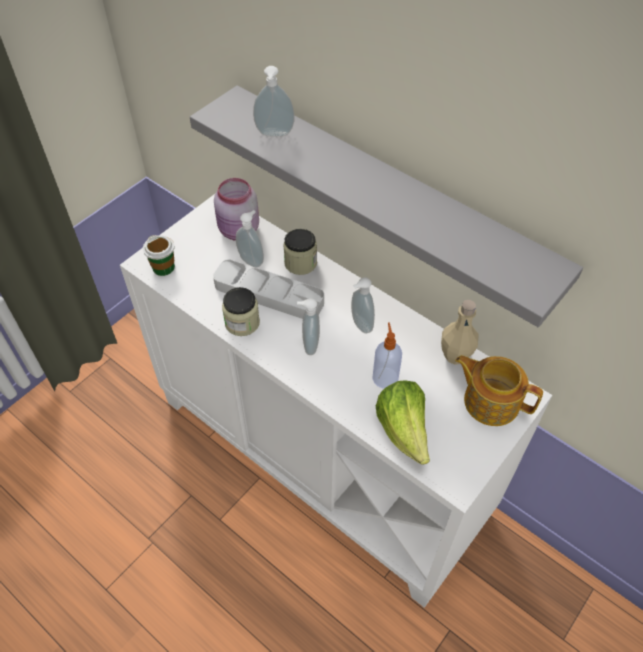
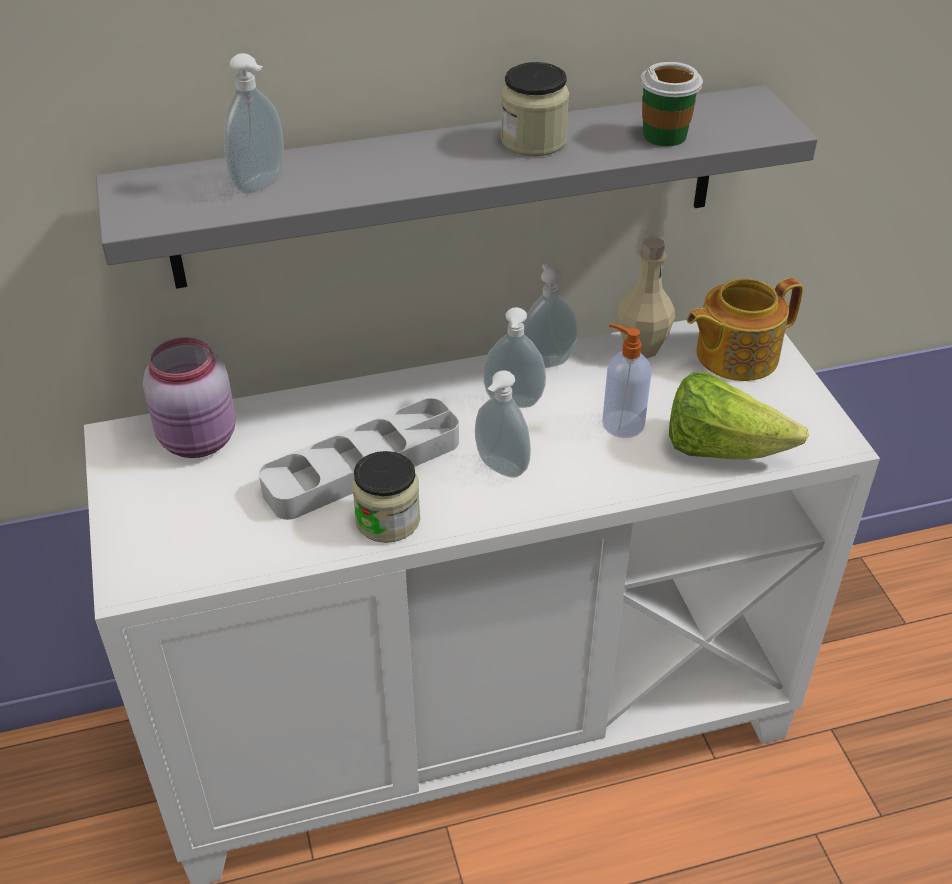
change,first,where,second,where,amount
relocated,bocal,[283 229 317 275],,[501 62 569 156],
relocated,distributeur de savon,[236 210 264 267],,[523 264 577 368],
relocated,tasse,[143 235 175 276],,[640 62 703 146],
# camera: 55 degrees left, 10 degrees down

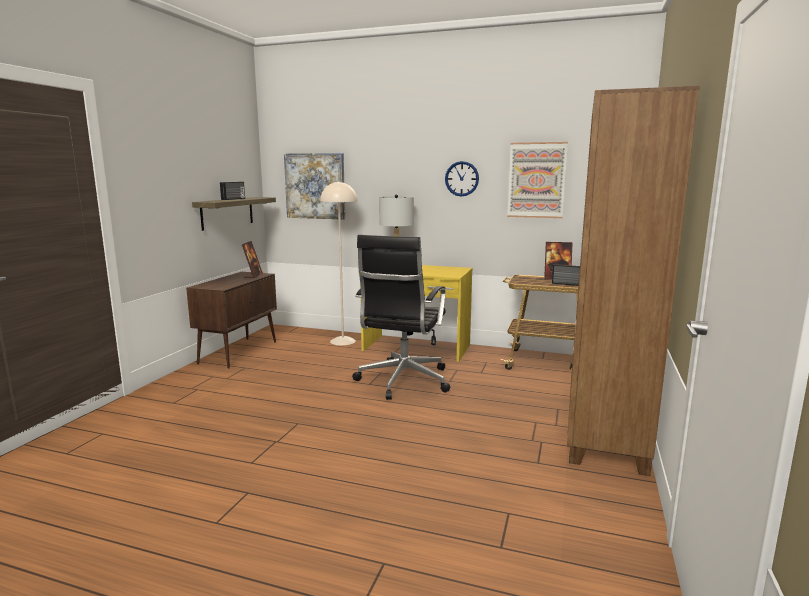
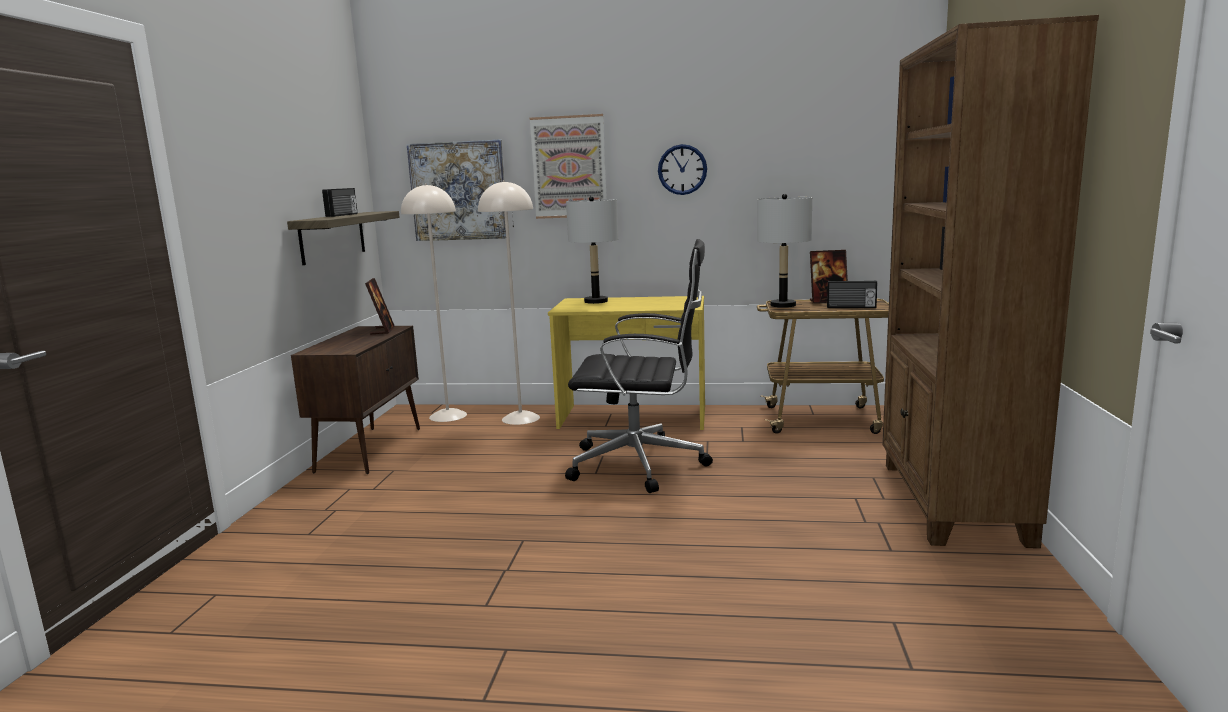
change,first,where,second,where,amount
appeared,,,lampadaire (beige),[401 184 467 422],
relocated,tableau,[507 142 568 218],,[530 114 607 219],
spun,chaise de bureau (noir),[352 235 450 400],,[565 239 713 493],90 degrees counterclockwise
appeared,,,lampe de table (gris),[757 194 812 308],
# camera: 10 degrees left, 0 degrees up

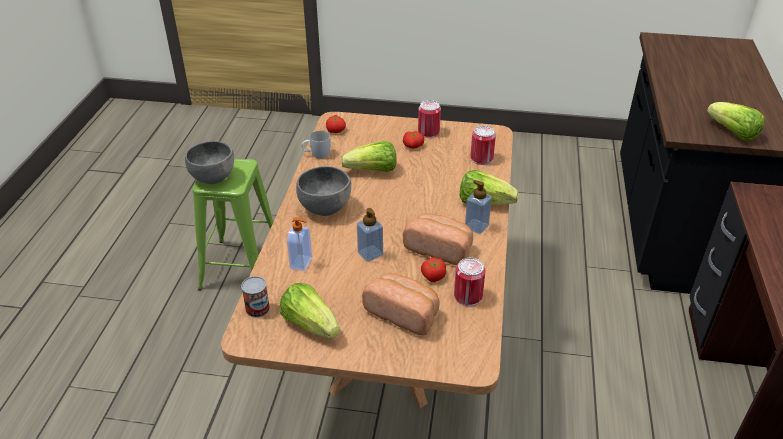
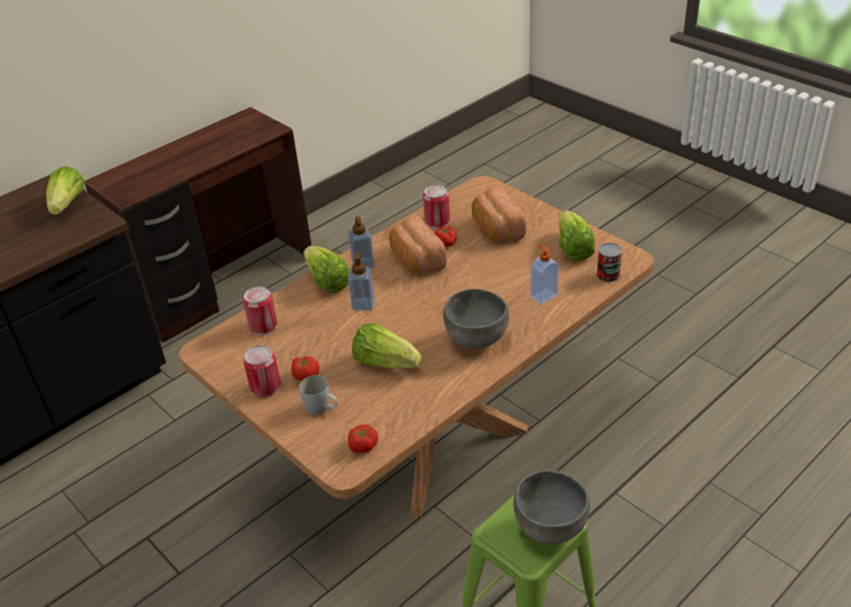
change,first,where,second,where,amount
relocated,mug (blanc),[302 130 331 159],,[299 375 338 415],
relocated,distributeur de savon,[357 208 383 262],,[348 252 374 311],
# camera: 140 degrees left, 0 degrees up

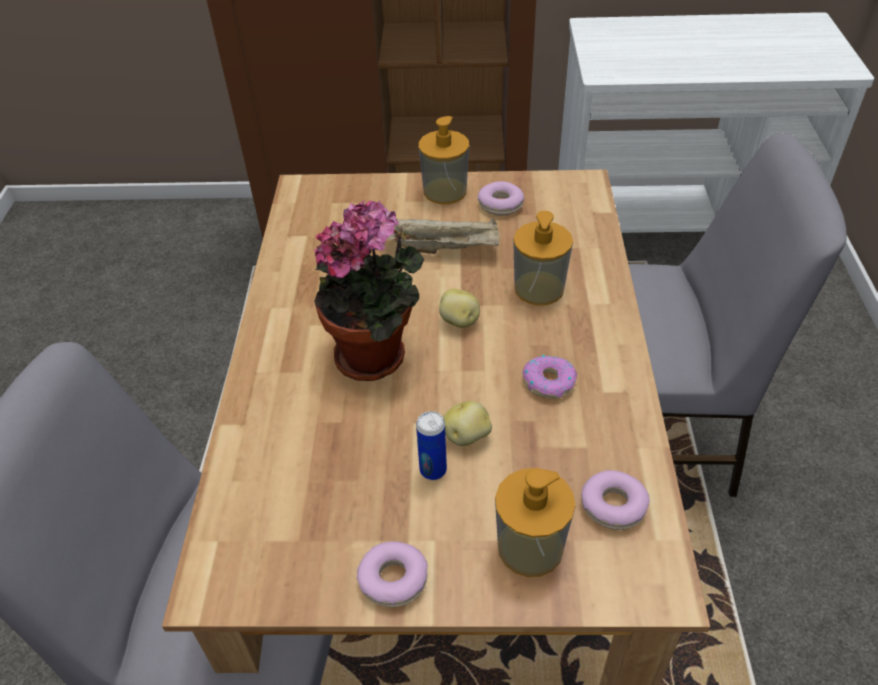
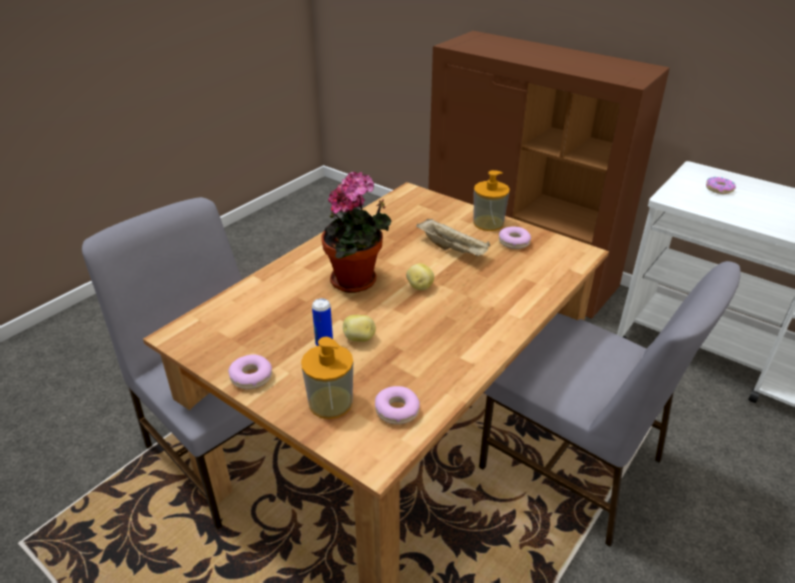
change,first,where,second,where,amount
relocated,beignet,[523 355 577 399],,[706 177 736 194],
missing,distributeur de savon,[513 211 573 306],,,
# camera: 35 degrees right, 10 degrees down

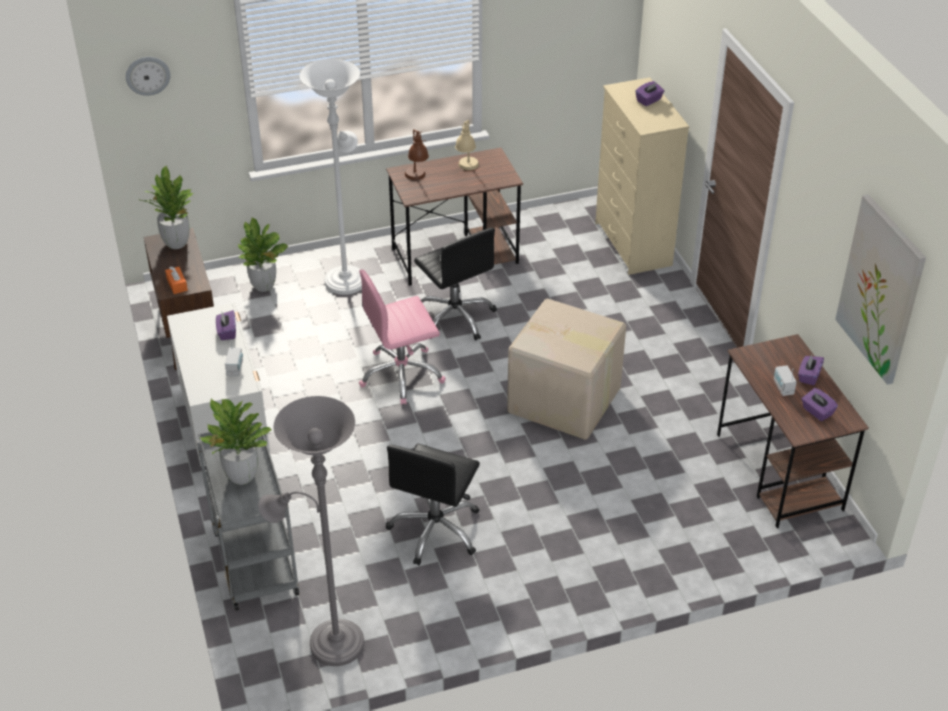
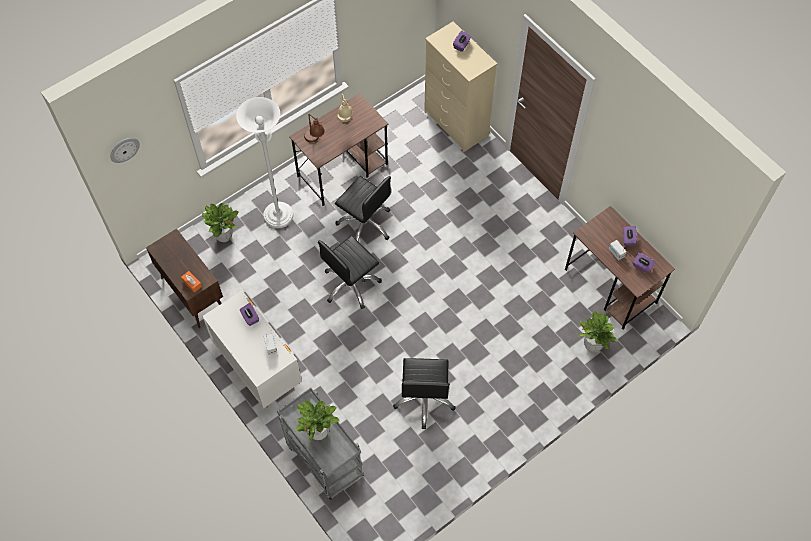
change,first,where,second,where,amount
colour,chaise de bureau (rose),[359 269 446 405],chaise de bureau (noir),[318 236 382 309],
relocated,plante en pot,[141 166 194 249],,[579 310 617 352],
missing,lampadaire (gris),[258 396 364 666],,,
missing,carton,[507 298 626 440],,,
missing,tableau,[835 194 926 385],,,
# camera: 20 degrees left, 20 degrees up

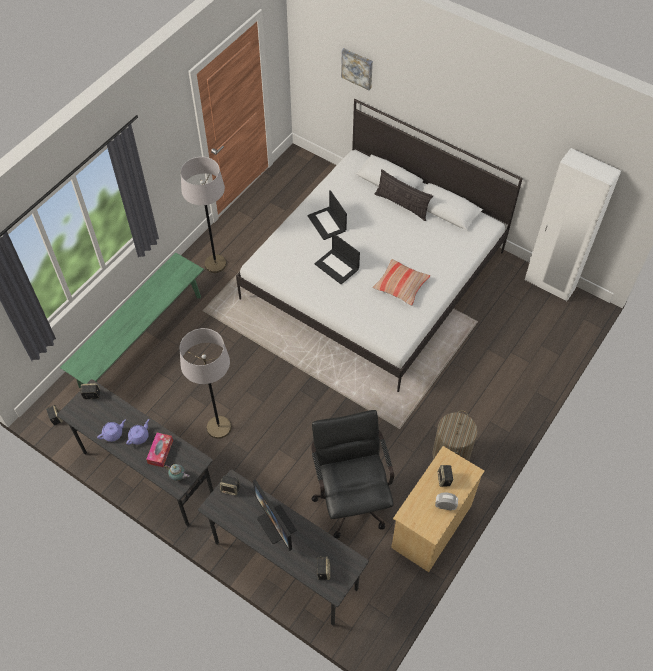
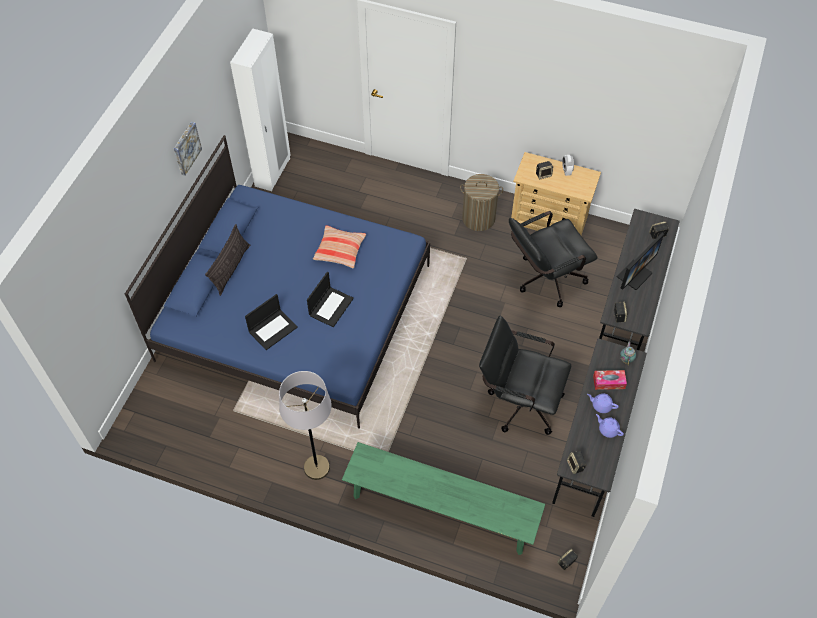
change,first,where,second,where,amount
colour,lit (blanc),[236 99 523 392],lit (bleu),[125 135 430 429],
relocated,tableau,[341 48 373 90],,[174 122 202 175],
exchanged,lampadaire (gris),[180 328 232 439],chaise de bureau (noir),[479 316 571 435],
# camera: 105 degrees left, 0 degrees up

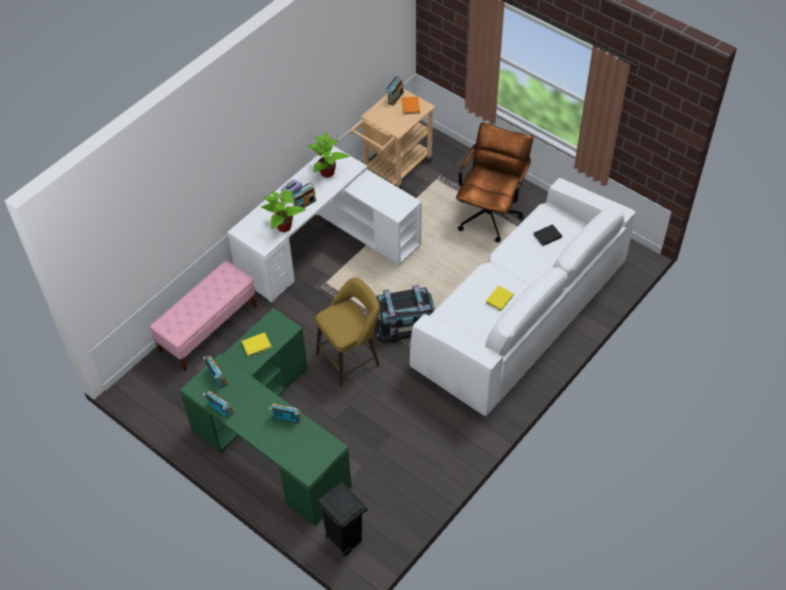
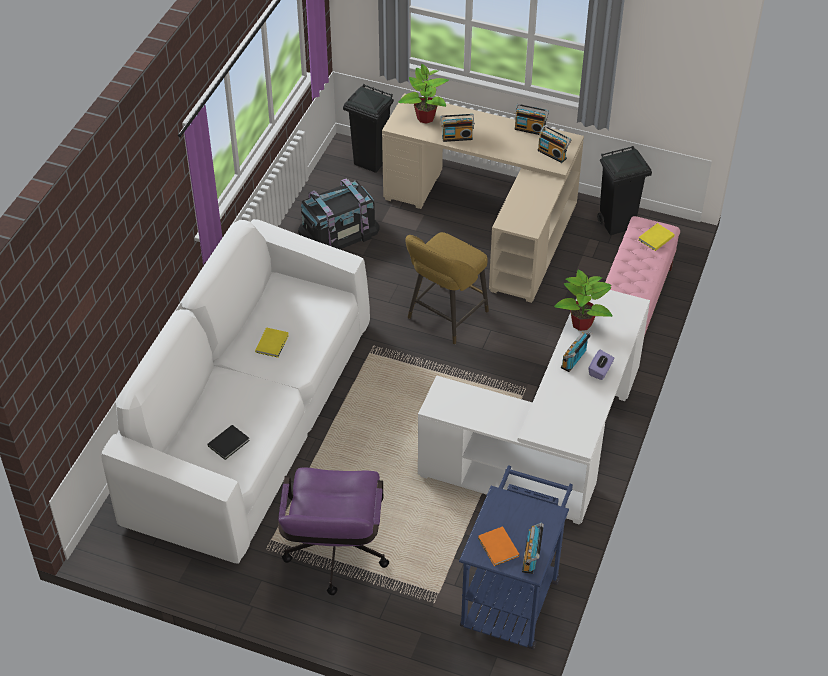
change,first,where,second,where,amount
colour,chaise de bureau (marron),[456 123 533 243],chaise de bureau (violet),[278 468 389 595],
relocated,boîte de rangement (noir),[375 285 435 343],,[298 178 380 249],
colour,bureau (vert),[180 308 352 526],bureau (beige),[382 93 584 303],
relocated,plante en pot,[307 132 350 178],,[398 64 449 124],
colour,chariot (beige),[350 89 436 189],chariot (bleu),[459 465 573 649],
appeared,,,poubelle (noir),[597 146 652 235],
relocated,livre (jaune),[241 332 272 357],,[638 223 675 251],
# camera: 160 degrees right, 5 degrees down

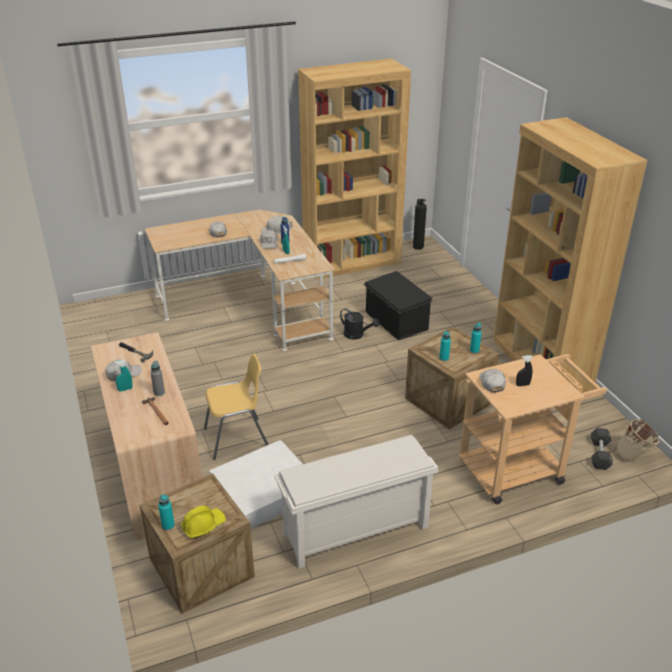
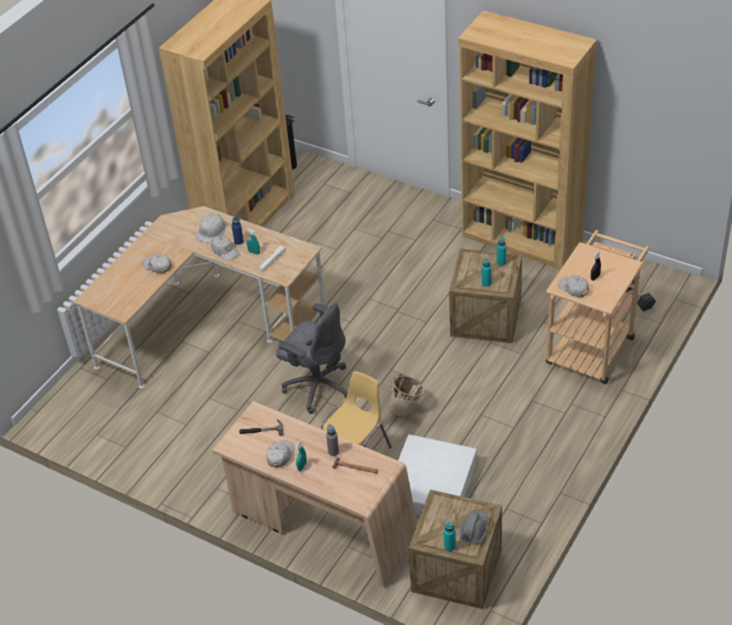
change,first,where,second,where,amount
appeared,,,chaise de bureau (gris),[276 303 348 414],
relocated,seau (beige),[616 419 660 462],,[389 374 424 418],
colour,casque de chantier (jaune),[181 506 226 539],casque de chantier (gris),[460 511 488 543],
missing,étagère à chaussures (blanc),[274 435 438 569],,,
missing,arrosoir (noir),[340 309 379 340],,,
missing,boîte de rangement (noir),[363 271 433 340],,,
# camera: 35 degrees left, 10 degrees up

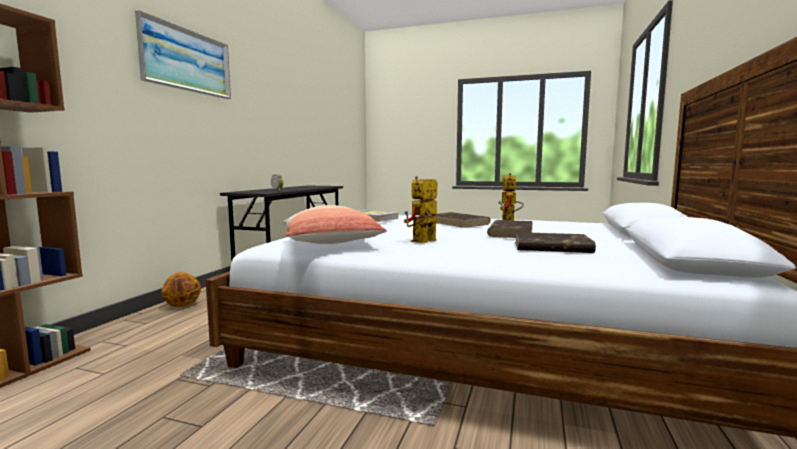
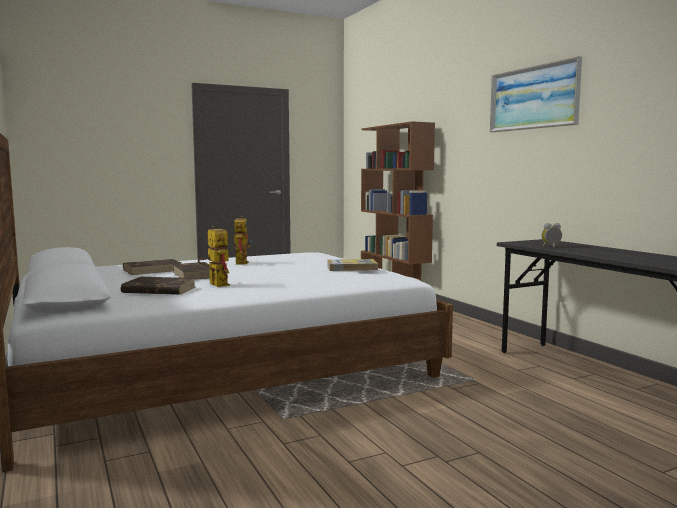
change,first,where,second,where,amount
relocated,livre (marron),[430 212 491 228],,[121 277 195 295],
missing,ballon de basket,[161 272 201 307],,,
missing,coussin,[282 205 387 244],,,
# camera: 135 degrees right, 0 degrees up

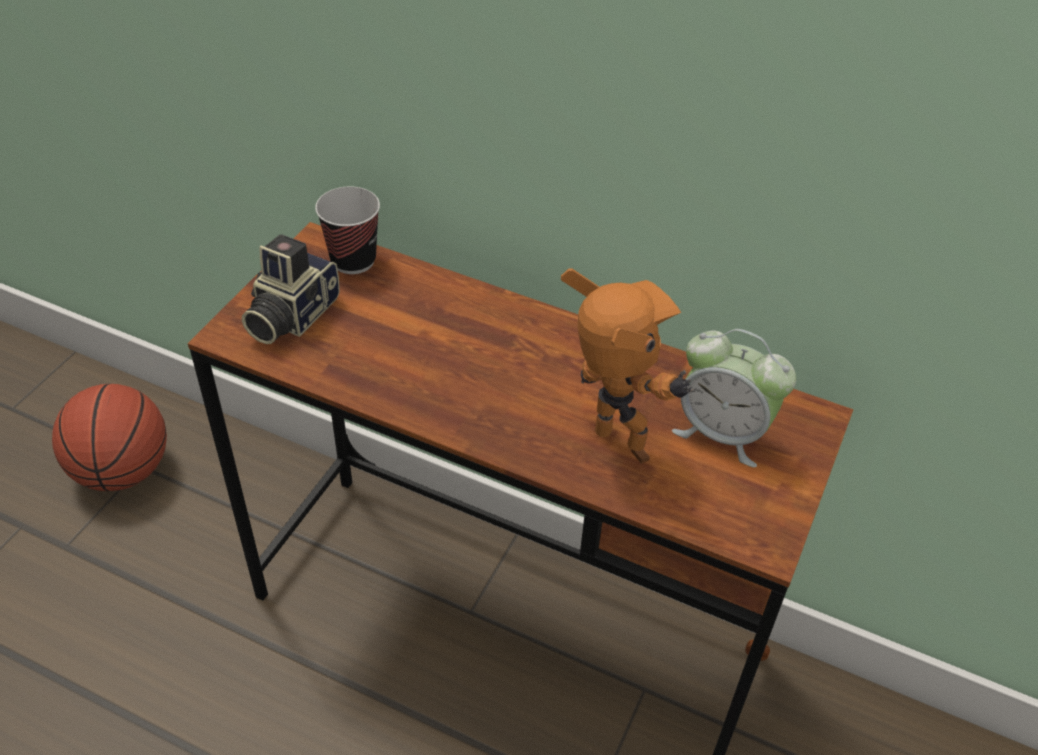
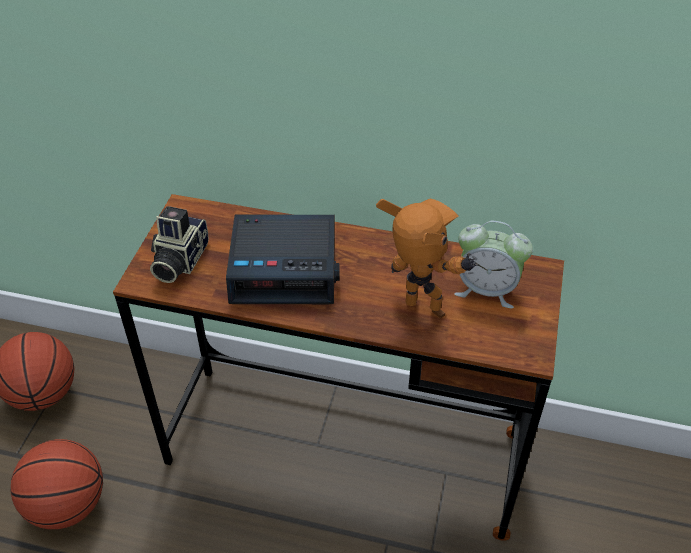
change,first,where,second,where,amount
appeared,,,ballon de basket,[11 439 103 529],
appeared,,,réveil,[226 215 340 304],
missing,tasse,[315 187 380 274],,,
# camera: 10 degrees left, 0 degrees up

